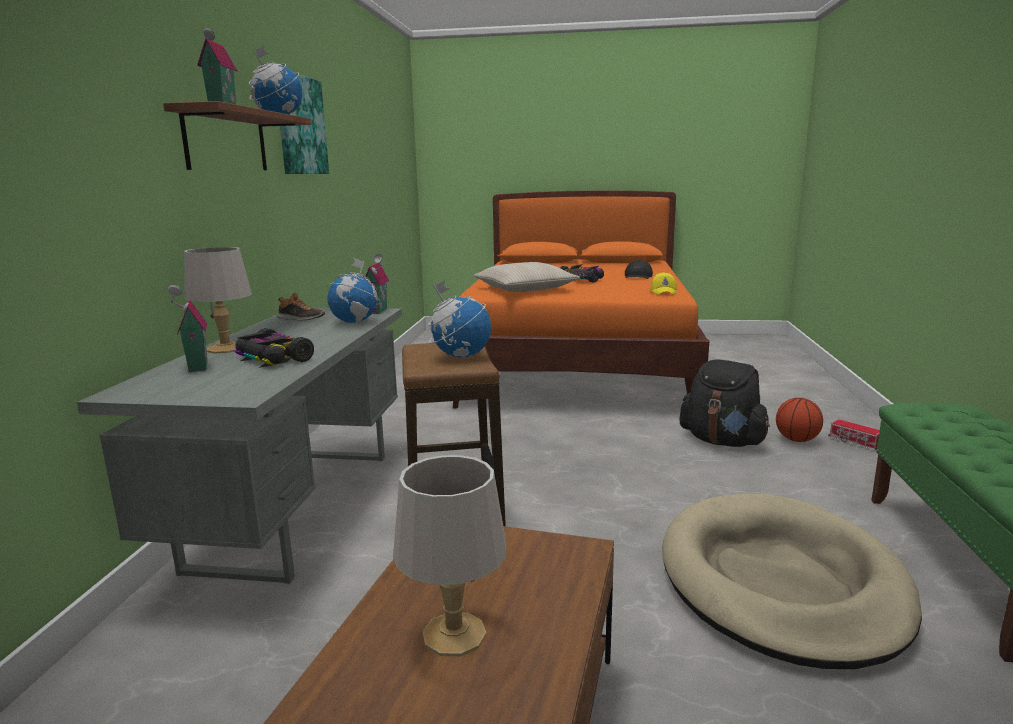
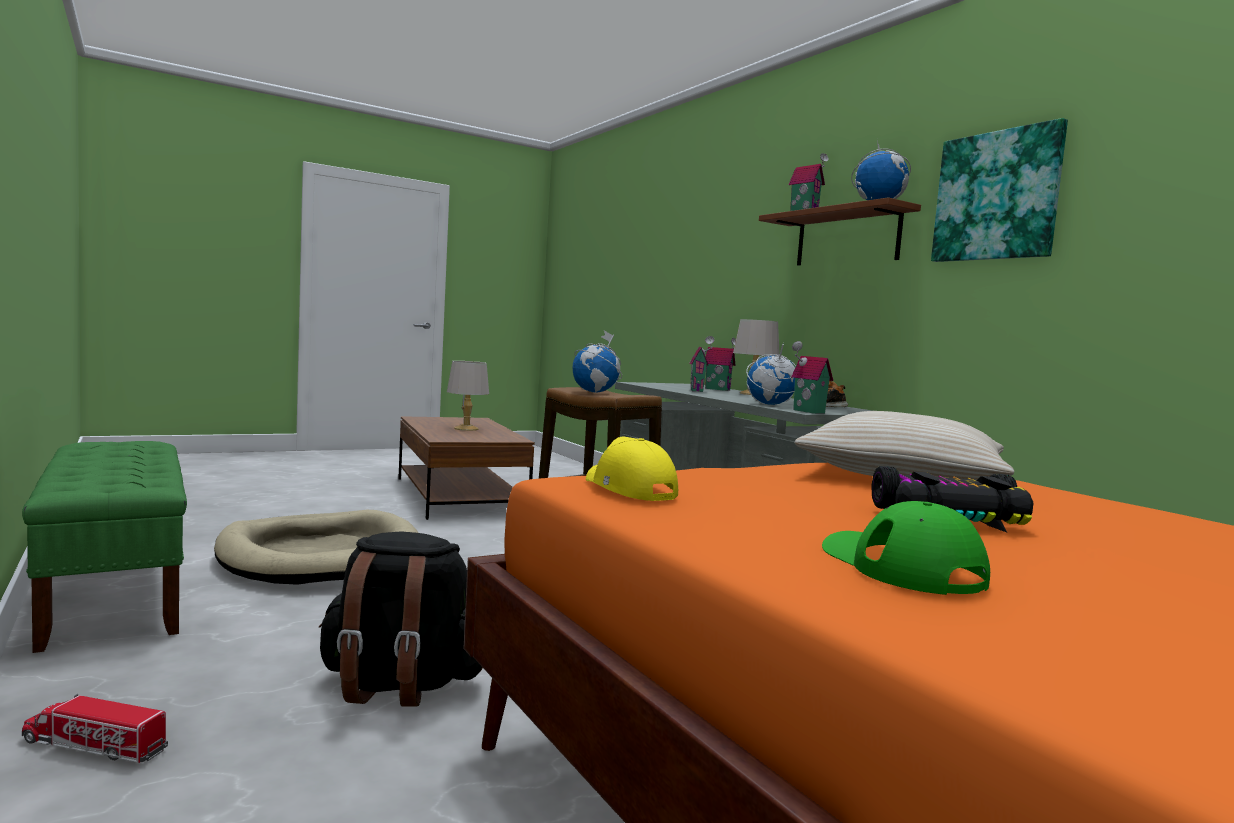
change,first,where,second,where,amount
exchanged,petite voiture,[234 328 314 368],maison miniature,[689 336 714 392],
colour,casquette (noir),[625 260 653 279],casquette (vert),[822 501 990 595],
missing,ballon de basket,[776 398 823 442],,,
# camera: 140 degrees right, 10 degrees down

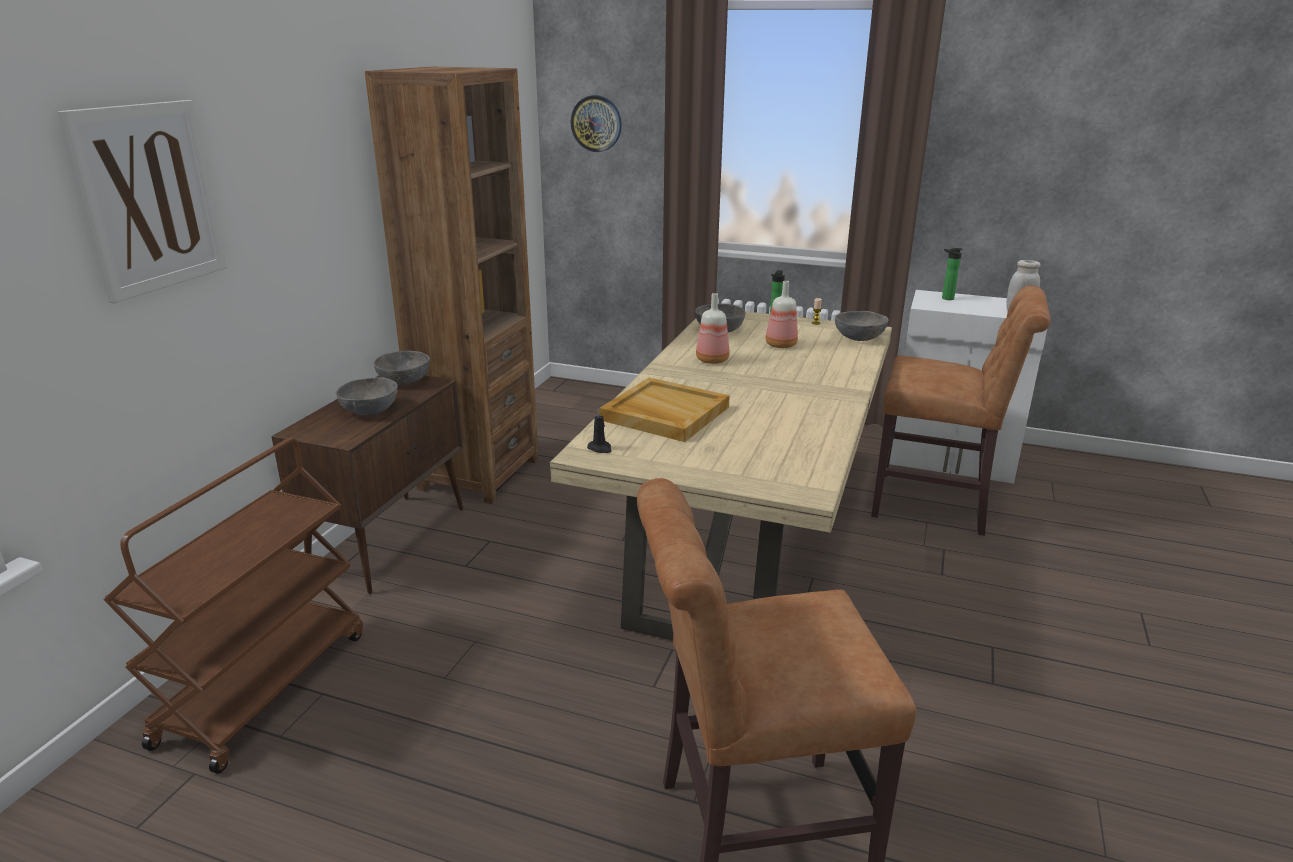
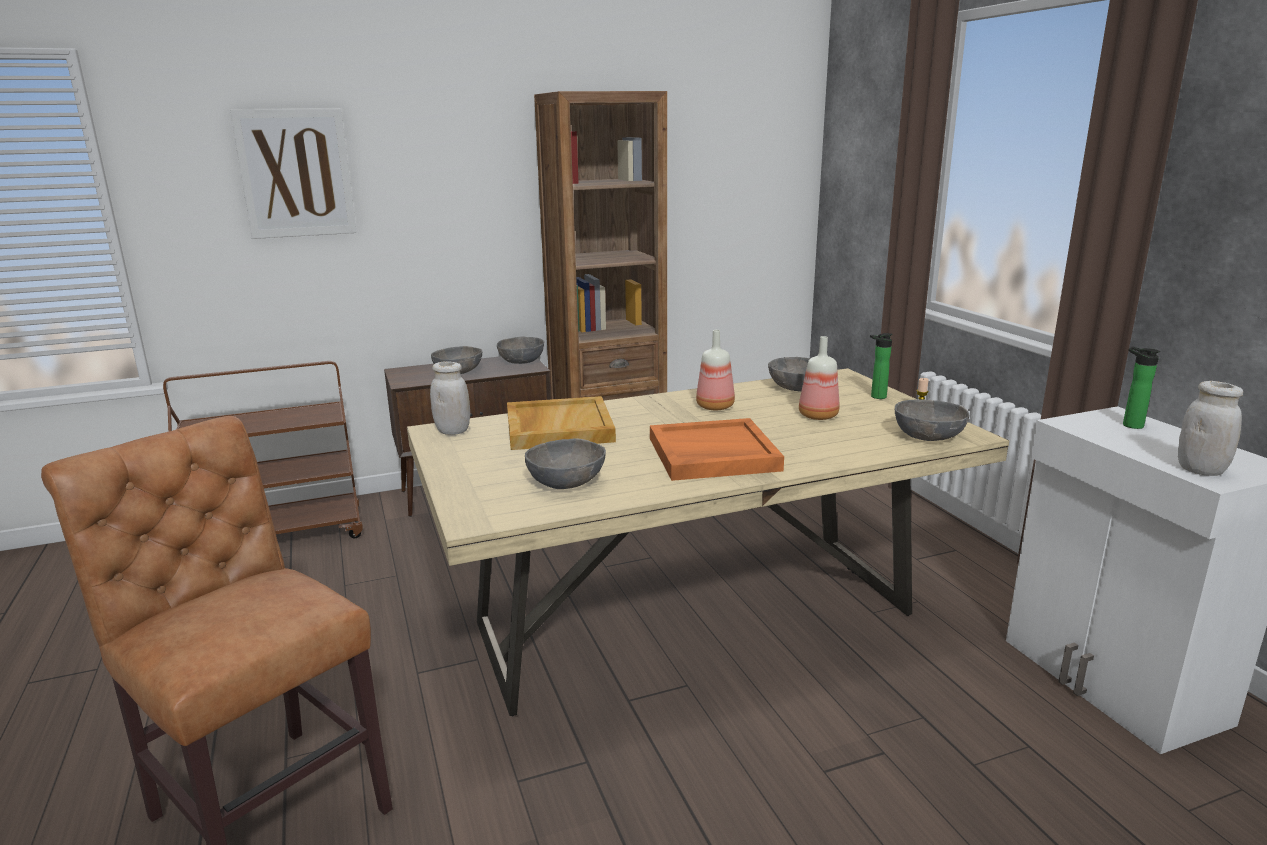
change,first,where,second,where,amount
exchanged,bougie (noir),[587 409 611 453],bocal (blanc),[430 361 470 435],
appeared,,,bol (gris),[525 439 606 489],
appeared,,,plateau (orange),[650 418 784 481],
missing,horloge murale,[570 95 622 152],,,
missing,chaise (marron),[871 285 1051 536],,,
# camera: 50 degrees right, 5 degrees down

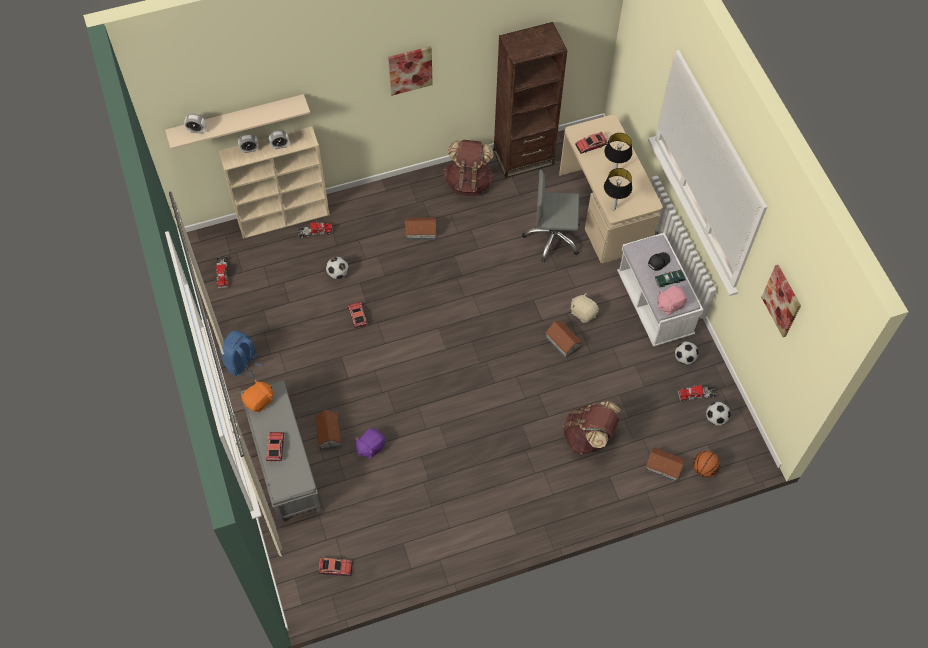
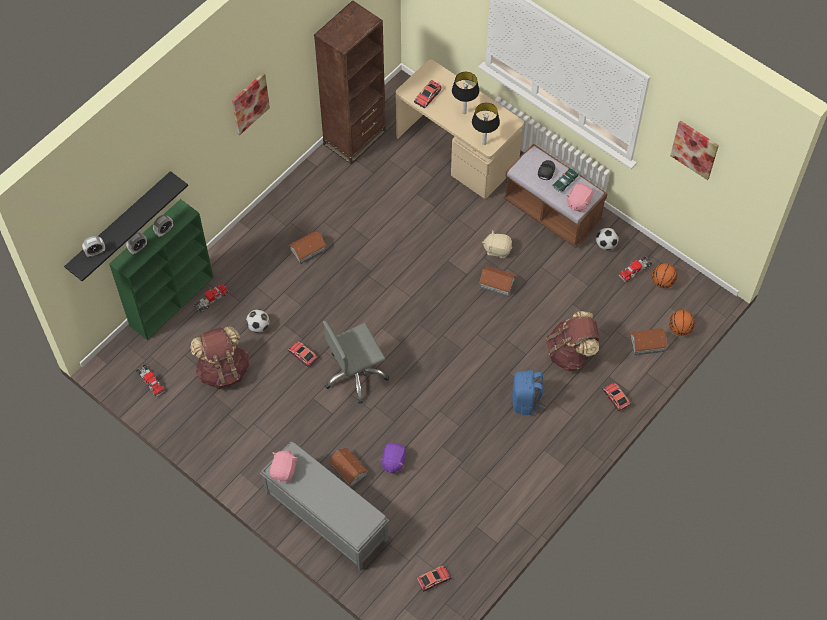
change,first,where,second,where,amount
colour,étagère (beige),[165 94 310 149],étagère (noir),[64 171 188 282],
colour,bibliothèque (beige),[219 126 330 239],bibliothèque (vert),[109 199 214 340],
relocated,sac à dos (marron),[444 140 494 196],,[190 326 249 389],
colour,peluche (orange),[242 380 273 412],peluche (rose),[270 450 298 481],
relocated,chaise de bureau (gris),[522 170 580 262],,[323 321 389 404],
colour,banc (blanc),[617 233 703 347],banc (marron),[503 143 608 248],
relocated,sac à dos (bleu),[220 330 263 377],,[512 370 546 415],
relocated,petite voiture,[266 432 284 461],,[602 383 631 411],
exchanged,ballon de foot,[706 402 731 426],ballon de basket,[652 263 677 288],
# camera: 30 degrees left, 0 degrees up

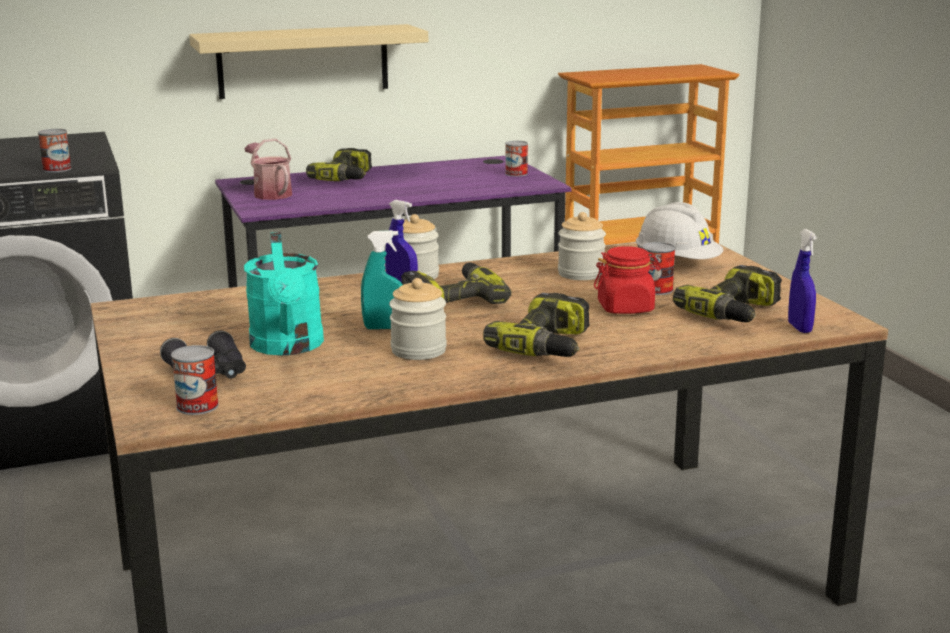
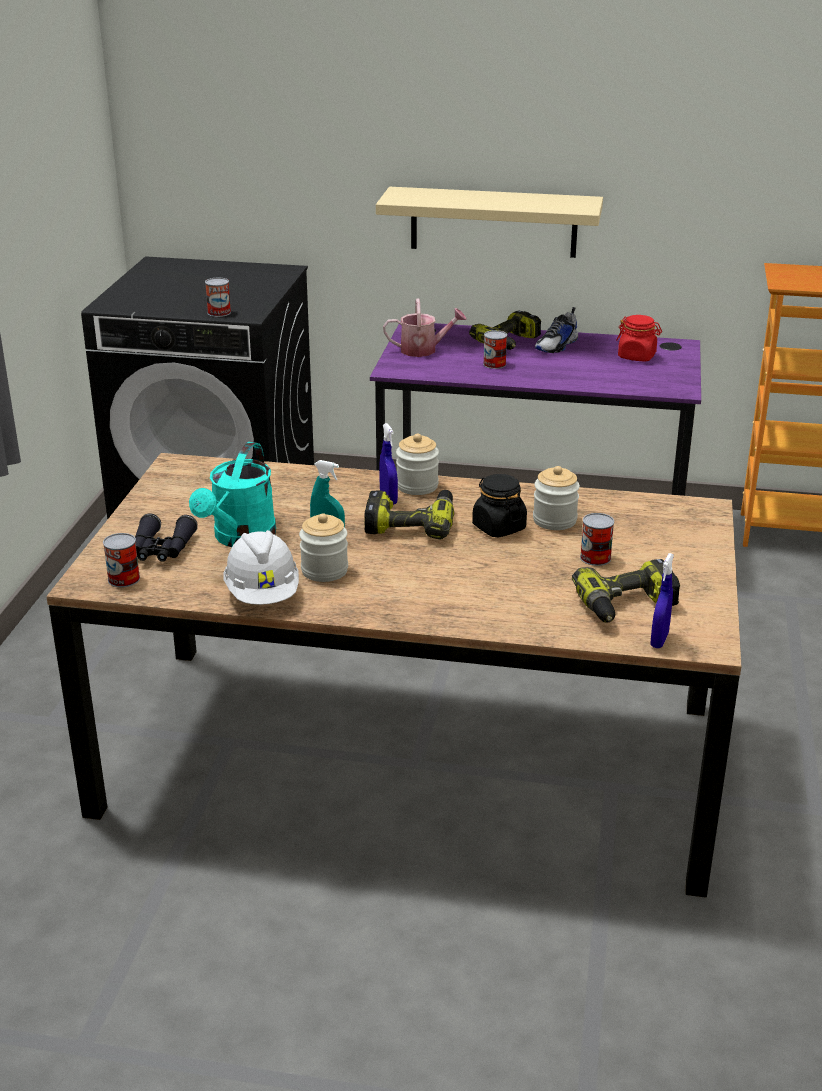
change,first,where,second,where,amount
relocated,casque de chantier (blanc),[636 202 723 259],,[223 530 299 605],
spun,arrosoir,[244 139 292 200],,[383 298 467 357],90 degrees clockwise
appeared,,,bocal (noir),[472 474 527 538],
relocated,boîte métallique,[505 141 528 177],,[483 330 507 369],
appeared,,,chaussure,[535 307 578 353],
relocated,bocal (rouge),[594 246 661 314],,[616 315 662 362],
missing,perceuse,[483 293 590 357],,,
# camera: 30 degrees right, 10 degrees up

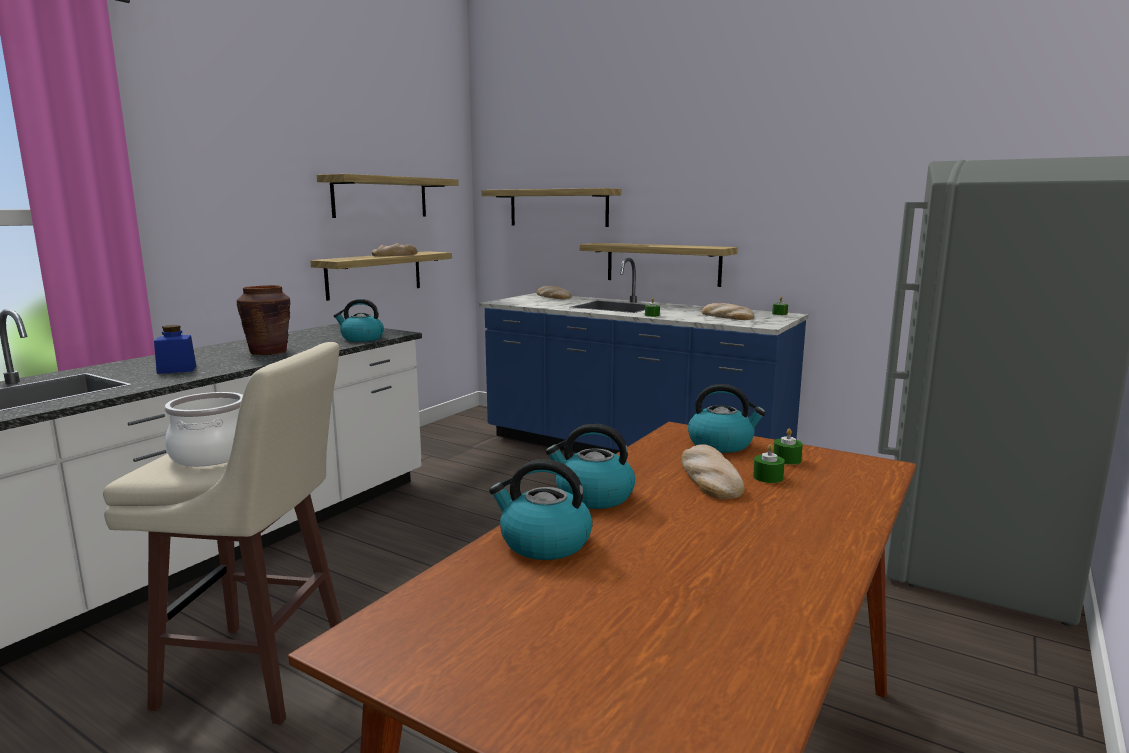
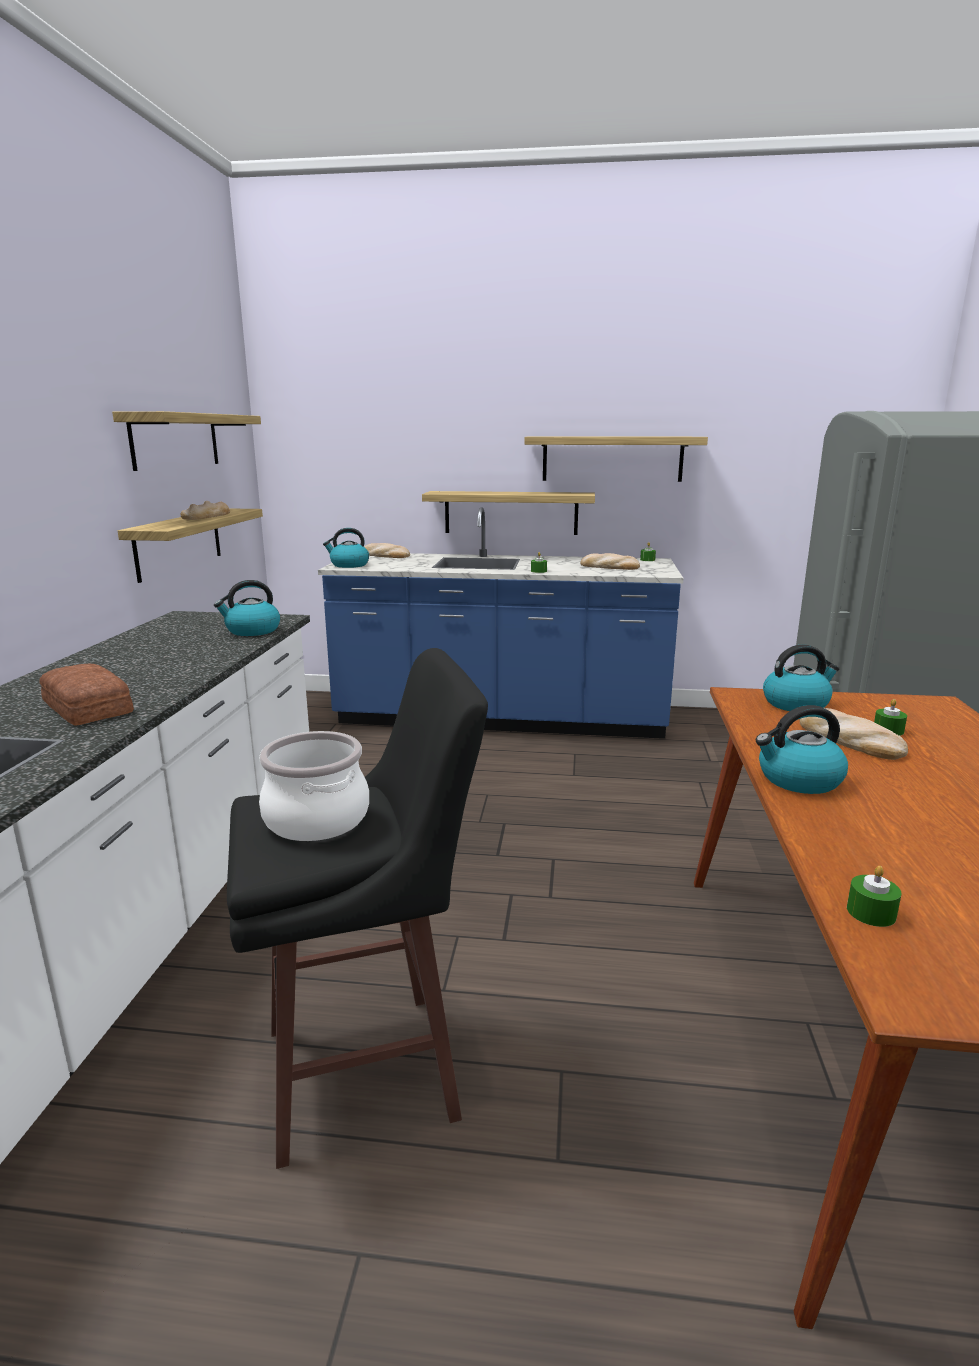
change,first,where,second,where,amount
exchanged,bocal (bleu),[154 325 196 374],pain,[39 664 134 726],
colour,tabouret (beige),[103 342 342 725],tabouret (noir),[227 648 488 1169],
relocated,bouilloire,[489 459 593 560],,[323 528 369 568],
relocated,étagère,[481 188 621 227],,[524 436 708 482],
relocated,bougie (vert),[773 428 803 465],,[847 866 901 927],
missing,vase (marron),[236 285 291 355],,,
# camera: 25 degrees left, 5 degrees up

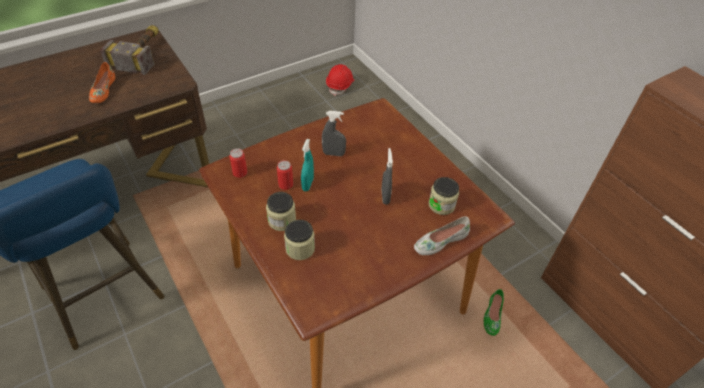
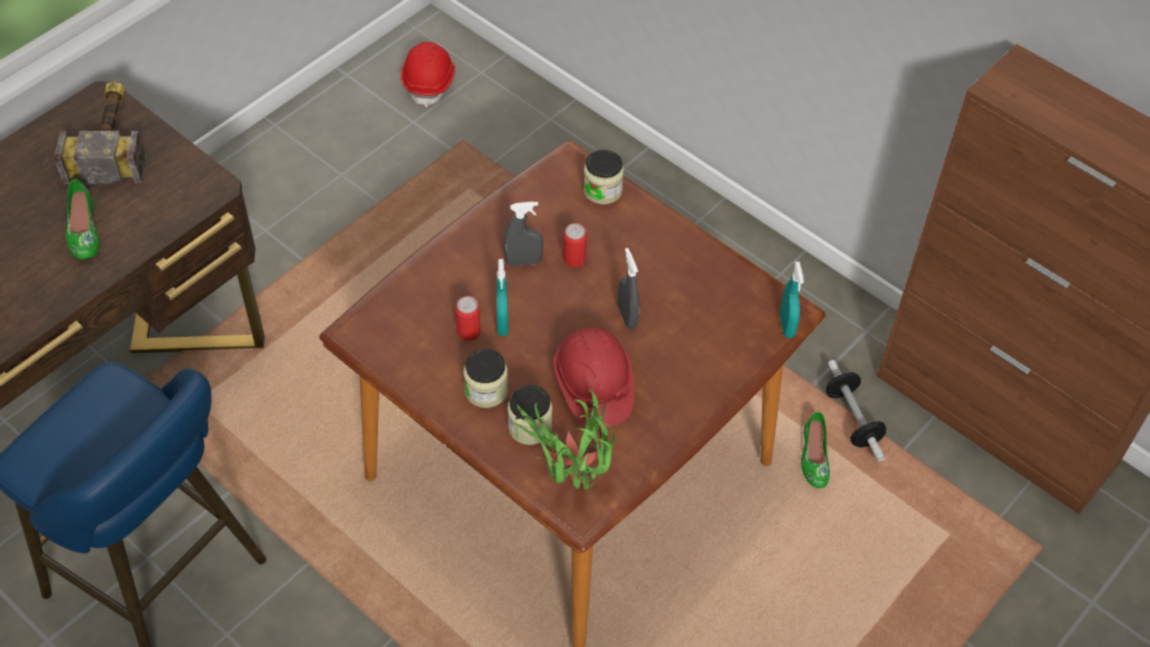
change,first,where,second,where,amount
colour,chaussure (orange),[89 62 115 103],chaussure (vert),[65 179 99 259],
appeared,,,plante en pot,[514 389 615 490],
appeared,,,casque de chantier (rouge),[553 327 634 428],
relocated,boîte métallique,[230 148 247 178],,[563 224 587 267],
relocated,bocal,[429 177 459 215],,[583 150 624 205],
appeared,,,vaporisateur (turquoise),[780 262 804 338],
appeared,,,haltère,[826 360 886 462],
missing,chaussure (blanc),[414 216 470 255],,,
# camera: 15 degrees left, 5 degrees up

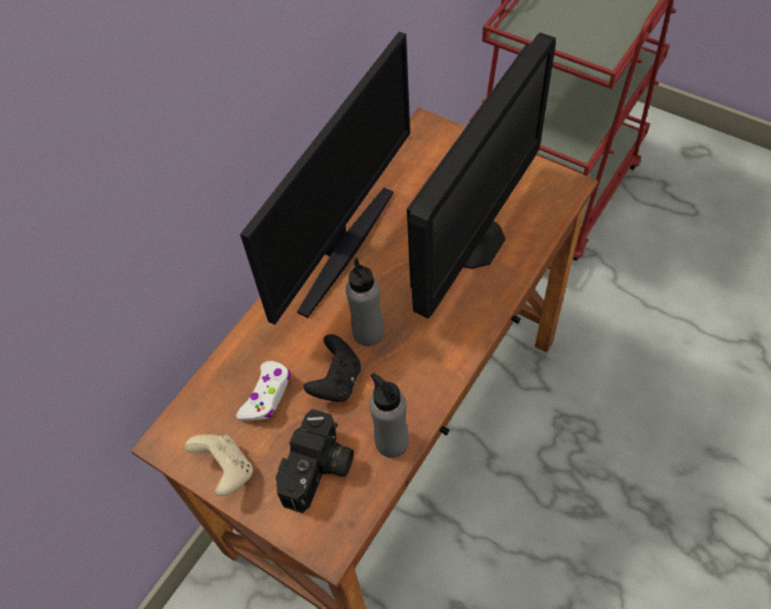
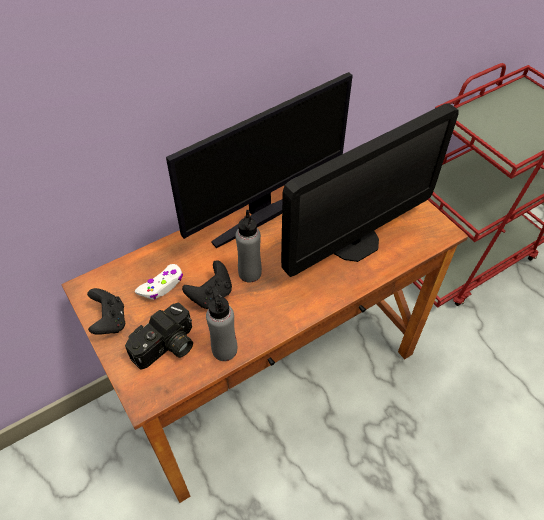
change,first,where,second,where,amount
colour,manette (beige),[185 434 253 497],manette (noir),[87 288 125 335],
# camera: 20 degrees right, 5 degrees down

